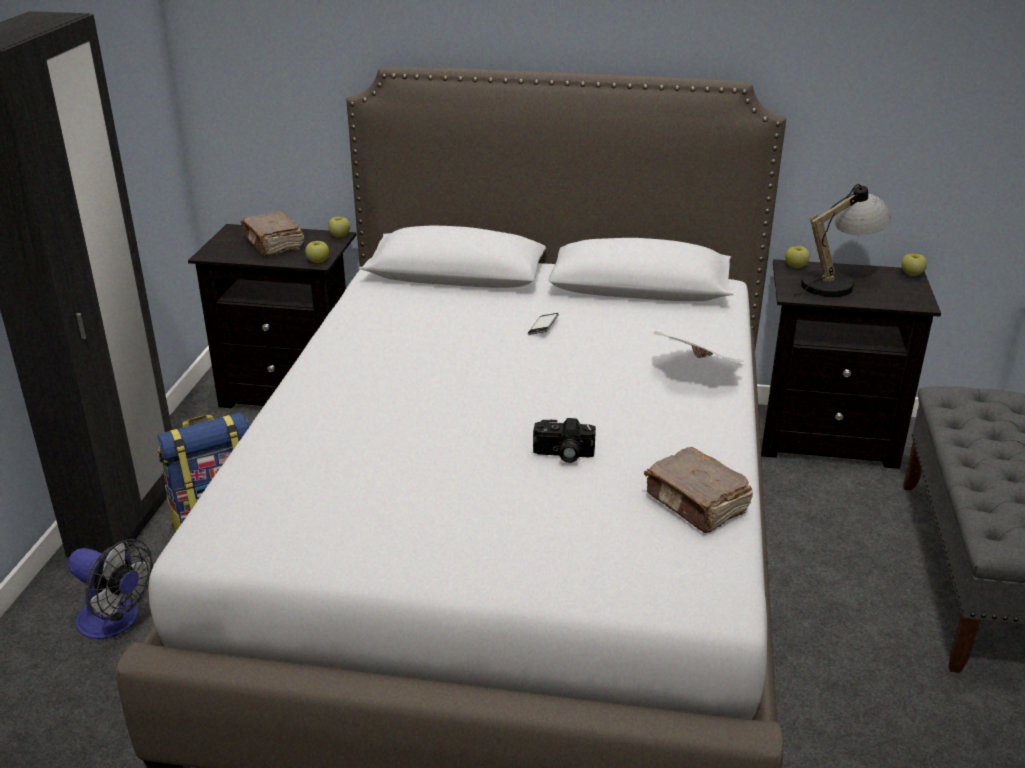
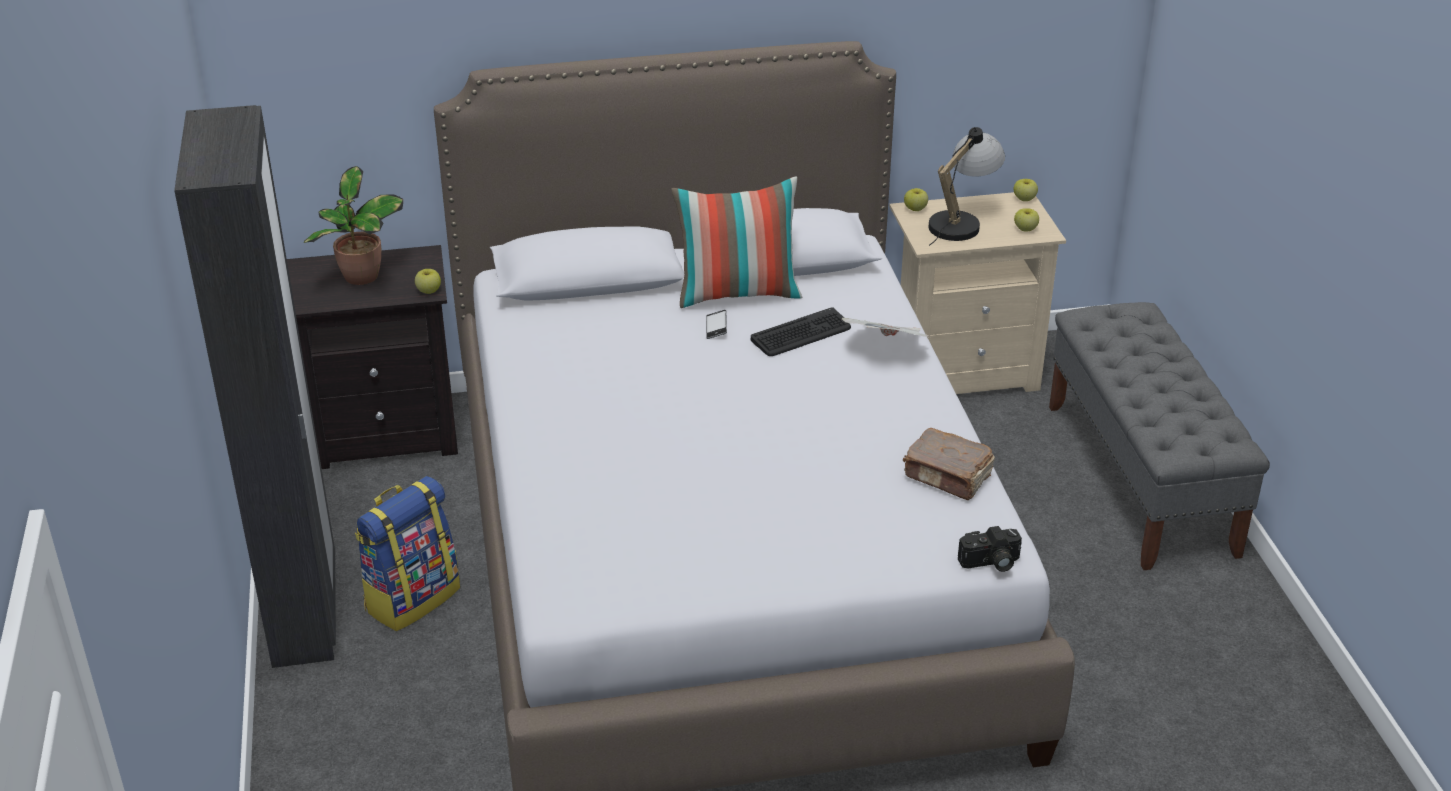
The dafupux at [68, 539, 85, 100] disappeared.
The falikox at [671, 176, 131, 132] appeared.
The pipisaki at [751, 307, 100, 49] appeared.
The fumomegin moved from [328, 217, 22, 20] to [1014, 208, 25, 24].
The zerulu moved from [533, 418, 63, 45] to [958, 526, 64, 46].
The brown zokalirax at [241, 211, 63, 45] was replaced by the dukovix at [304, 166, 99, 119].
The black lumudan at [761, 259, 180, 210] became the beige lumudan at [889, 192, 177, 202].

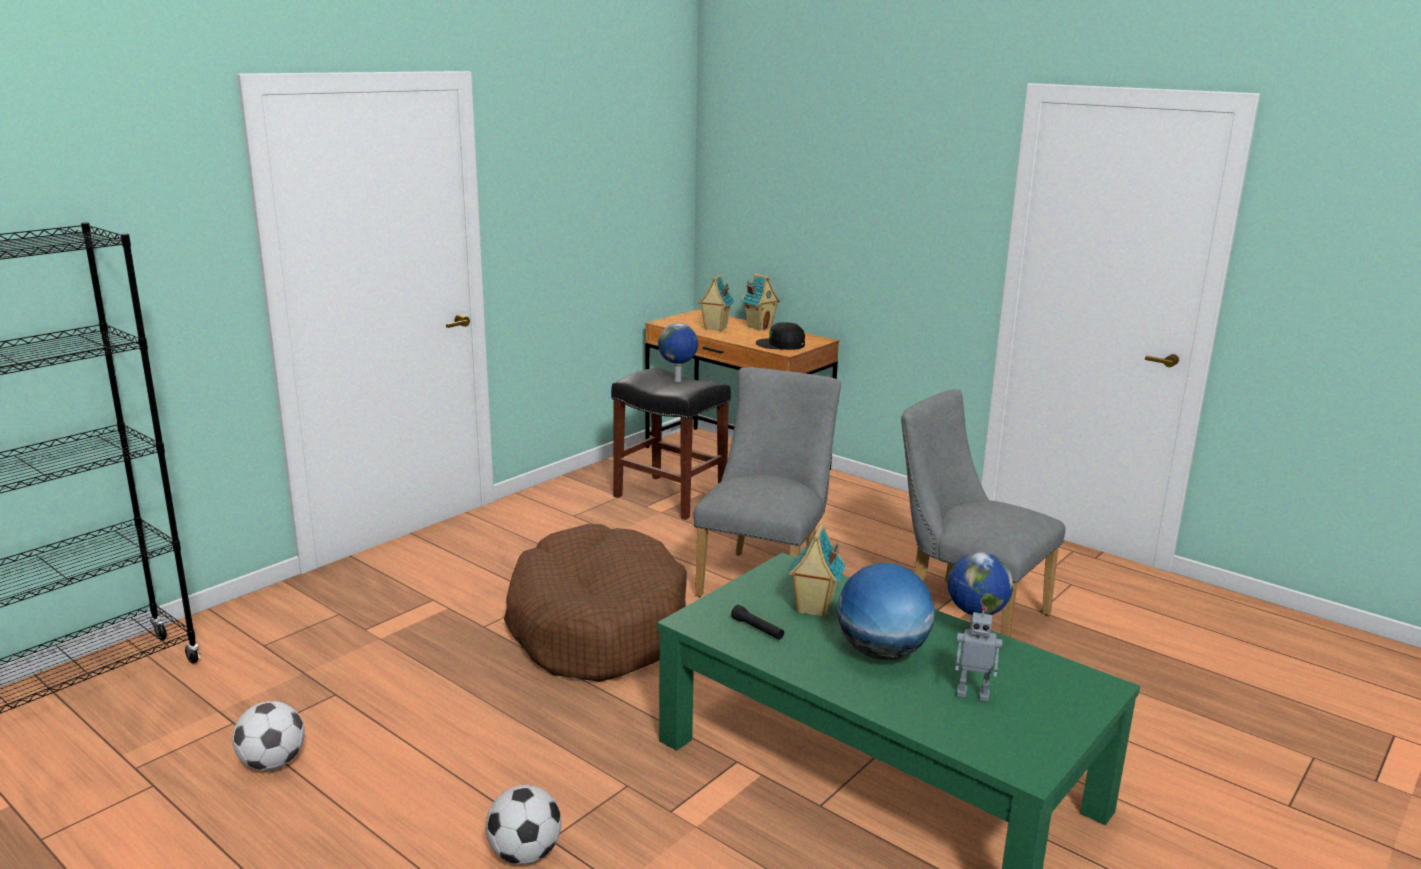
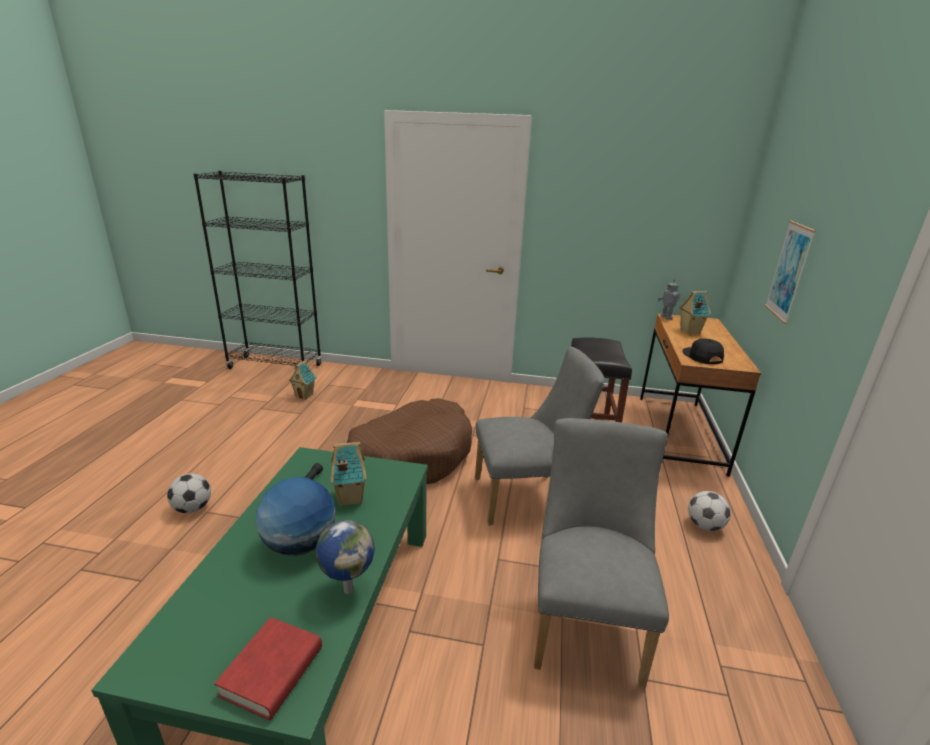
The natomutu at [658, 323, 40, 59] disappeared.
The red zokalirax at [214, 617, 108, 103] appeared.
The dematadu at [765, 221, 51, 103] appeared.
The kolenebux moved from [232, 701, 73, 70] to [688, 491, 43, 40].
The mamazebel moved from [741, 273, 39, 57] to [289, 360, 27, 40].
The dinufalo moved from [955, 606, 48, 96] to [657, 279, 23, 41].

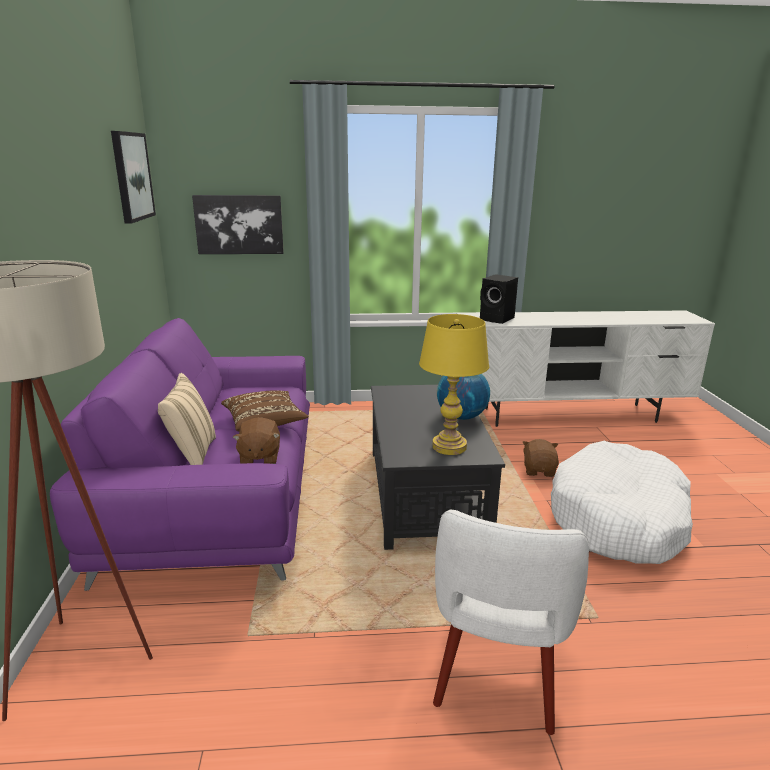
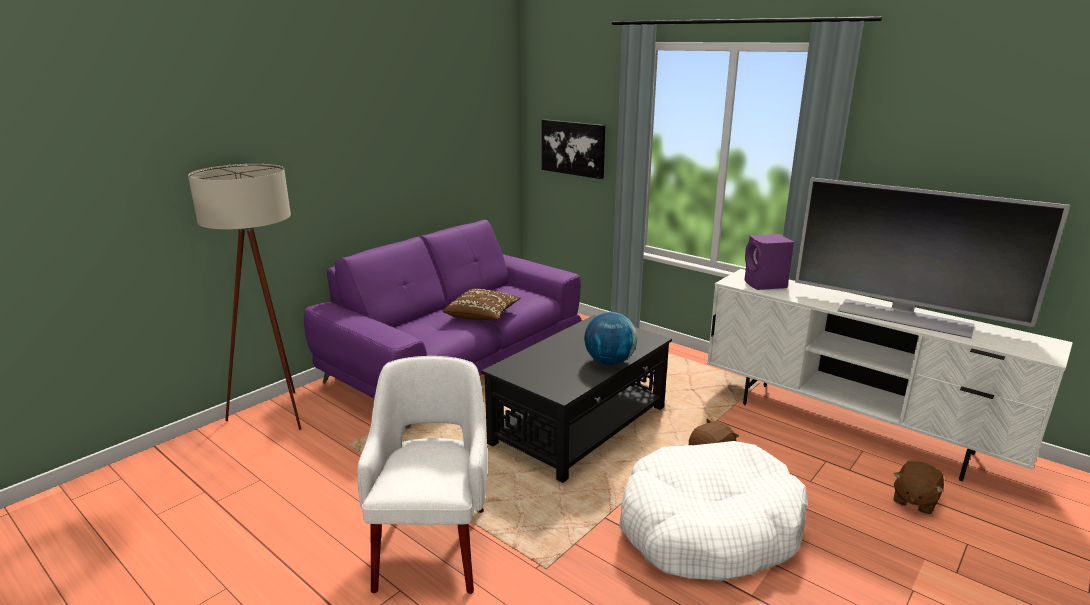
The dematadu at [111, 131, 45, 93] disappeared.
The beige falikox at [158, 373, 58, 92] disappeared.
The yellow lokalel at [419, 314, 70, 141] disappeared.
The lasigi at [795, 177, 275, 162] appeared.
The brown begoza moved from [233, 417, 47, 47] to [894, 461, 50, 54].
The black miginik at [480, 274, 38, 50] became the purple miginik at [744, 234, 50, 56].
The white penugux at [433, 510, 156, 225] turned 120 degrees clockwise.

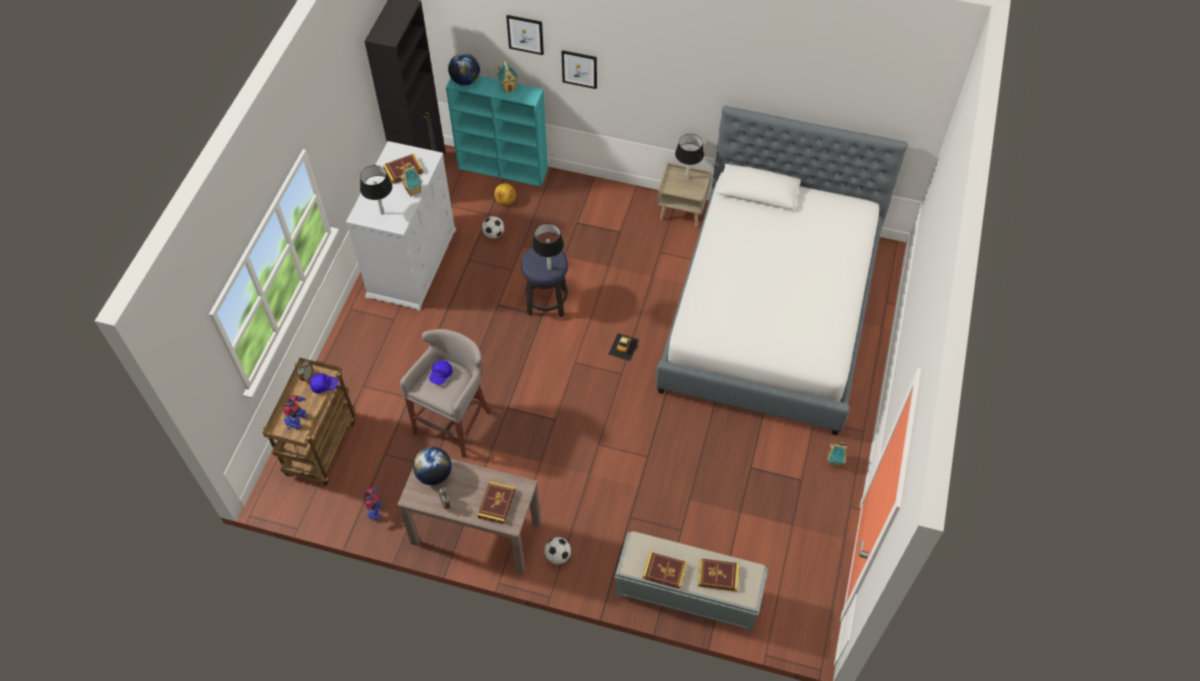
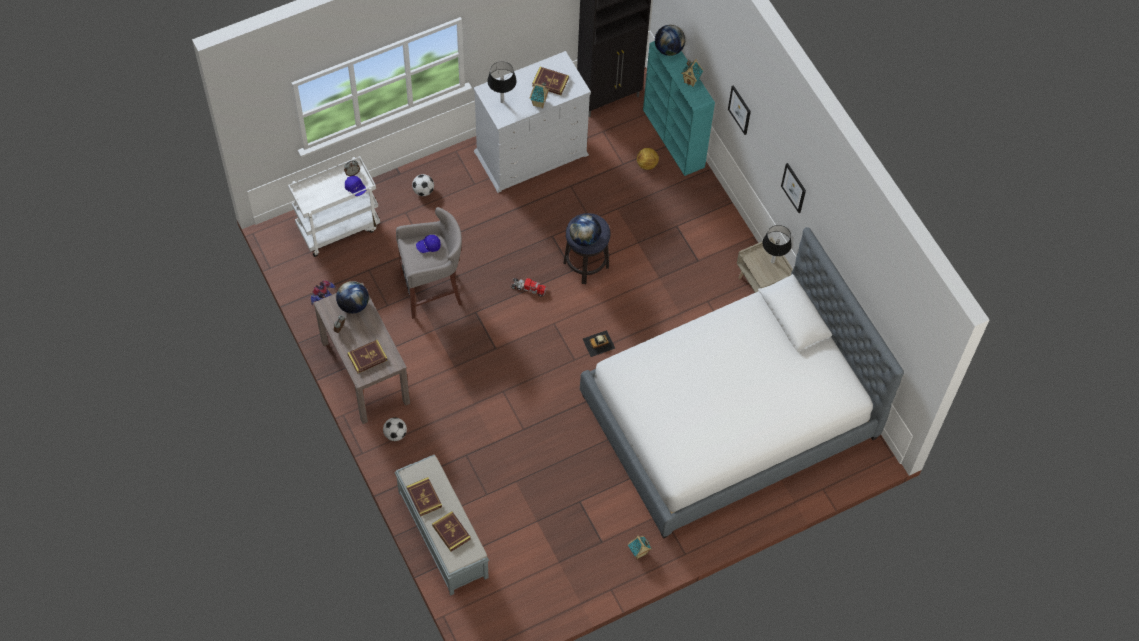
The dinufalo at [283, 395, 24, 35] disappeared.
The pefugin at [510, 278, 37, 19] appeared.
The kolenebux moved from [482, 216, 22, 23] to [412, 174, 22, 22].
The dematadu moved from [506, 15, 38, 40] to [781, 163, 25, 50].
The black lokalel at [532, 223, 32, 47] was replaced by the natomutu at [570, 215, 31, 31].
The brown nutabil at [262, 358, 93, 127] became the white nutabil at [288, 156, 92, 101].

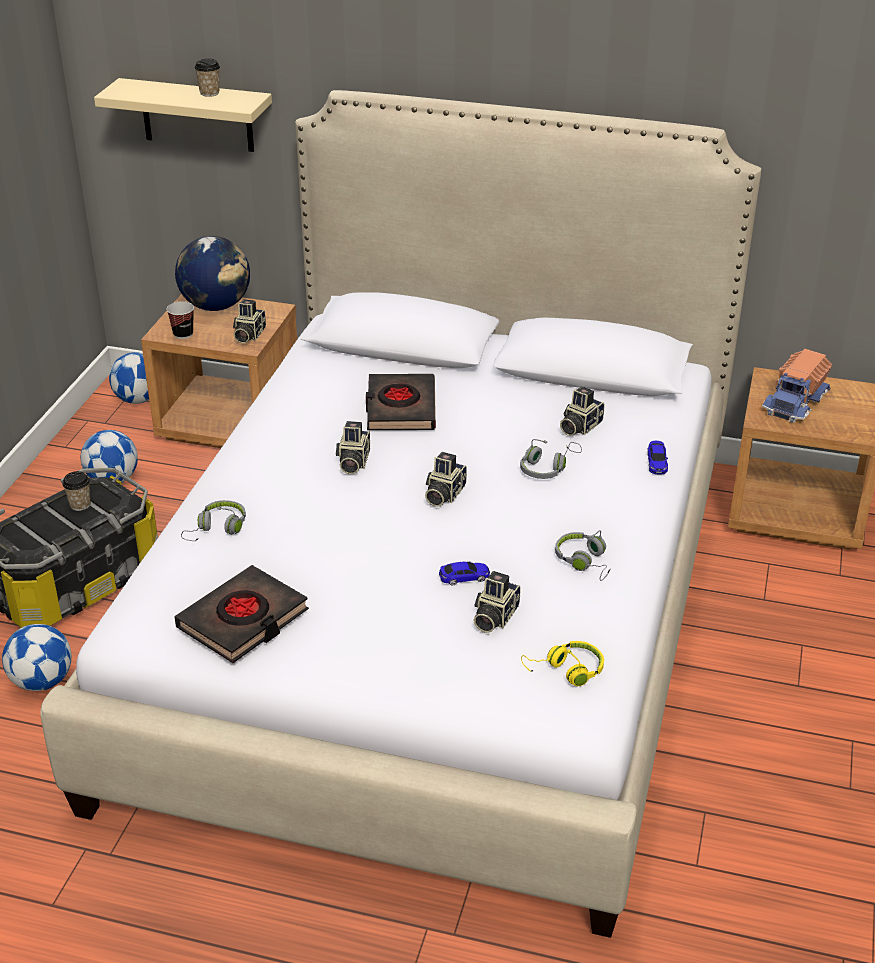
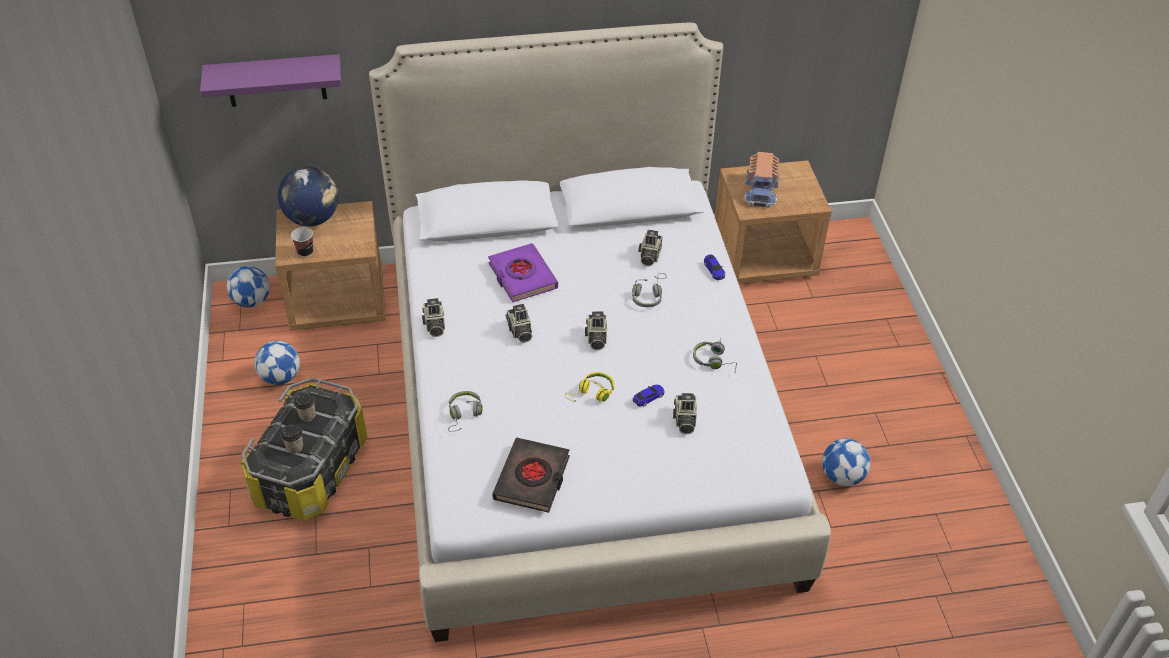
The kolenebux moved from [2, 624, 70, 67] to [822, 439, 48, 47].
The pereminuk moved from [195, 59, 25, 38] to [281, 424, 22, 30].
The zerulu moved from [233, 299, 33, 44] to [422, 298, 23, 39].
The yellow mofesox moved from [521, 641, 83, 45] to [565, 372, 49, 30].
The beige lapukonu at [94, 78, 178, 74] became the purple lapukonu at [200, 54, 141, 53].
The black zokalirax at [366, 374, 70, 56] became the purple zokalirax at [488, 243, 70, 59].

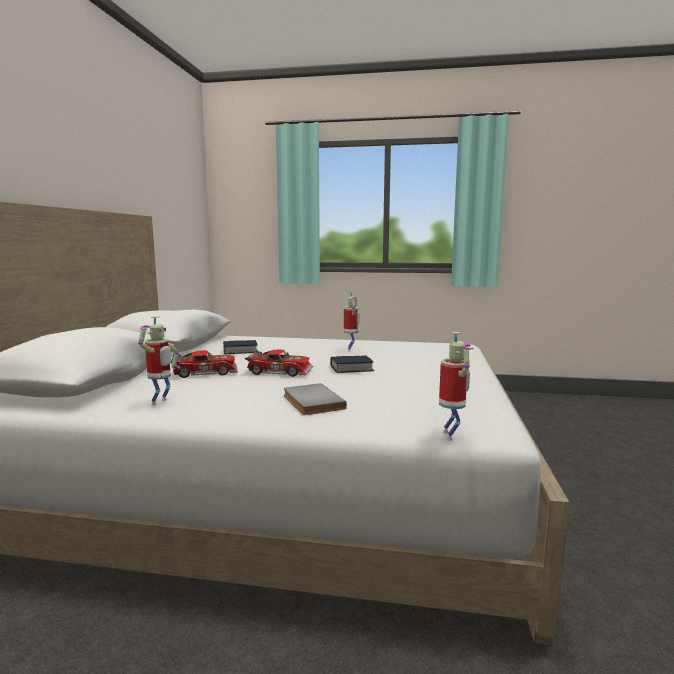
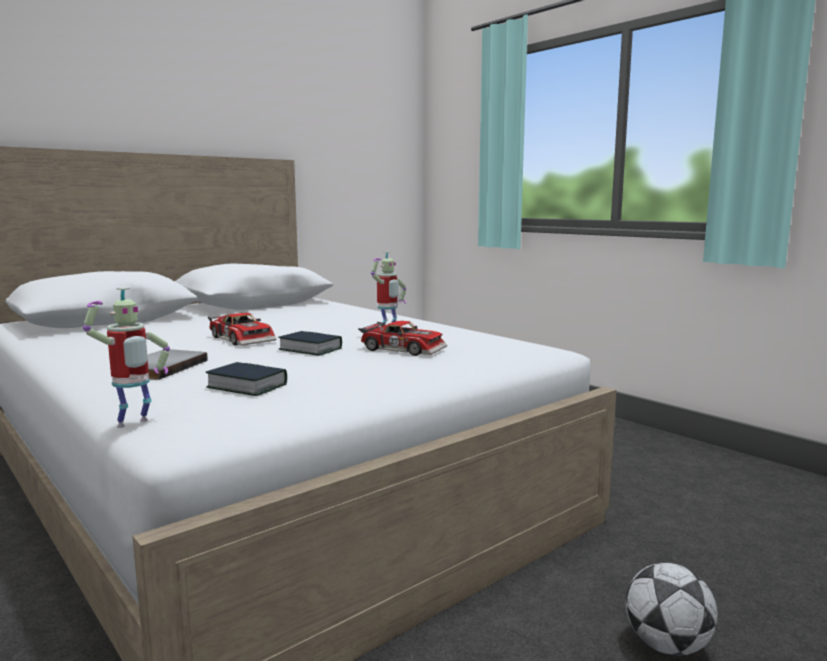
The dinufalo at [138, 316, 42, 90] disappeared.
The kolenebux at [626, 563, 92, 93] appeared.
The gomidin moved from [171, 350, 67, 28] to [358, 321, 89, 35].
The zokalirax moved from [223, 340, 35, 14] to [206, 362, 81, 34].

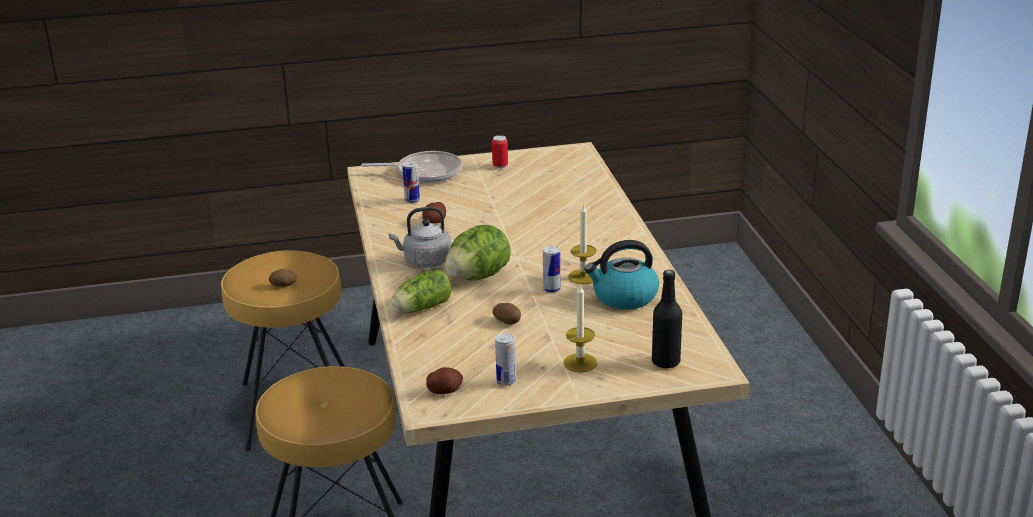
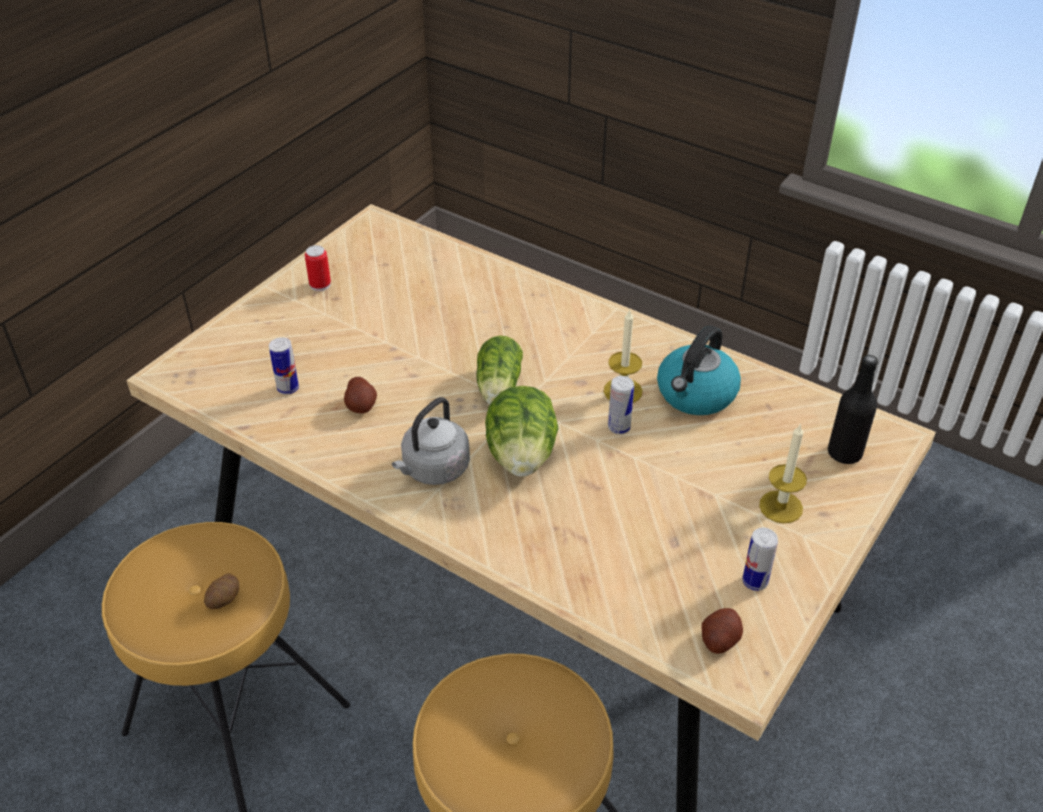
The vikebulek at [361, 151, 101, 32] disappeared.
The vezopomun at [493, 303, 28, 22] disappeared.
The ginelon moved from [390, 270, 61, 43] to [476, 336, 47, 68].

